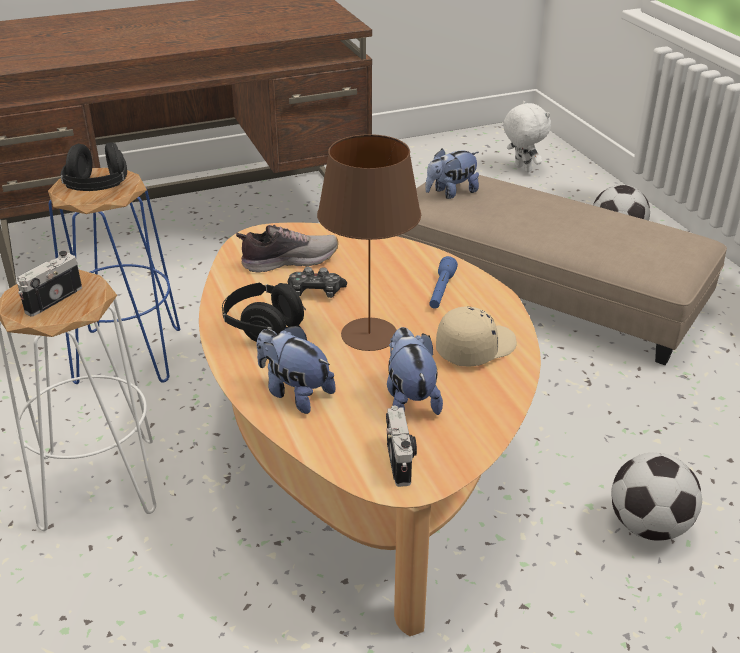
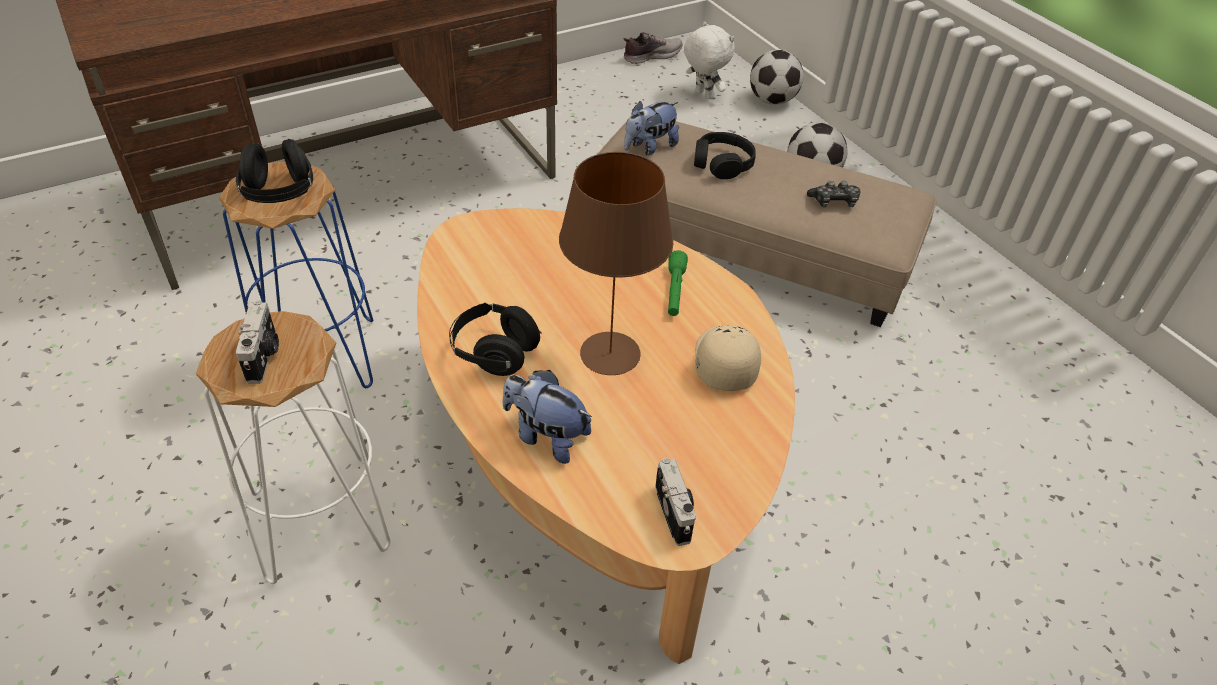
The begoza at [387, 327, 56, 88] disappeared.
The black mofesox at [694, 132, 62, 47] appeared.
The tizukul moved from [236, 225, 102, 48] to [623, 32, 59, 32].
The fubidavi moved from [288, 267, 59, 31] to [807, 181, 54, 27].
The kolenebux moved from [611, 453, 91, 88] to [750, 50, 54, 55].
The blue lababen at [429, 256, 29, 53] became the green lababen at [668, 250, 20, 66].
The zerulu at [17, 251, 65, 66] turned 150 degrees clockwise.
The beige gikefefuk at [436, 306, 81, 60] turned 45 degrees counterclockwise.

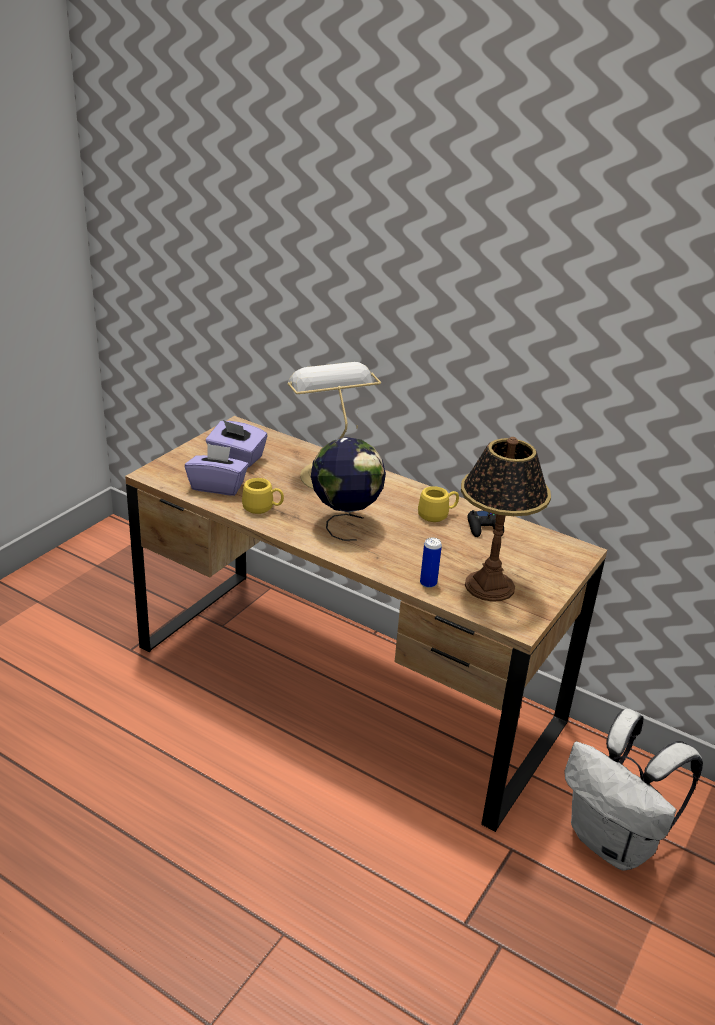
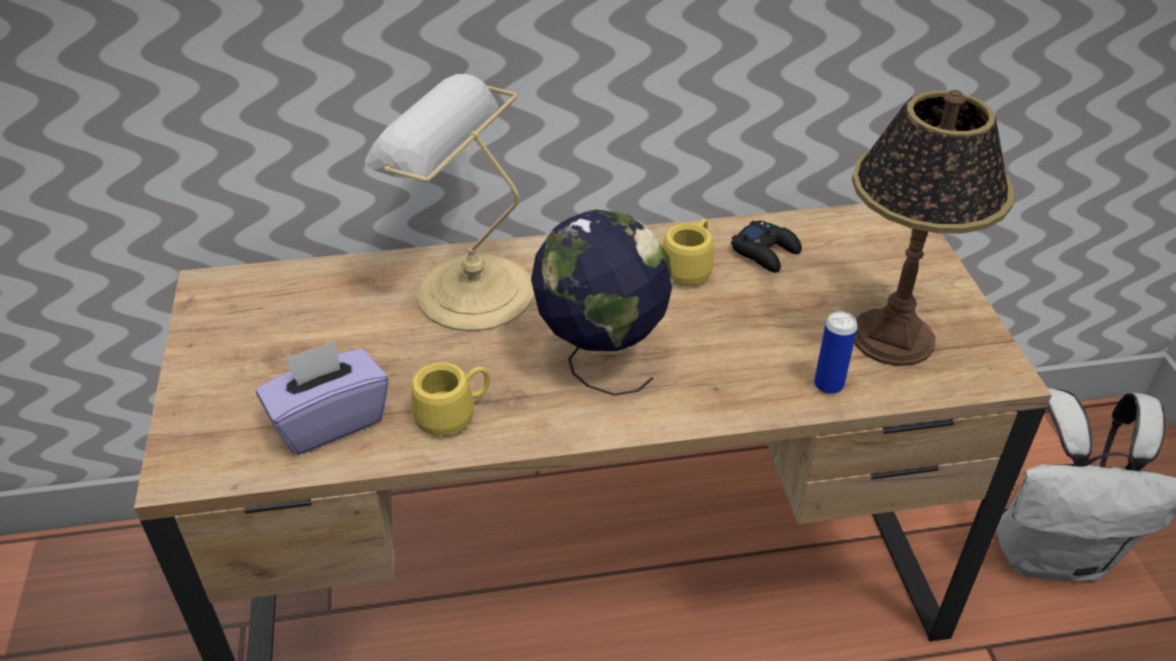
The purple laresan at [206, 420, 61, 47] disappeared.

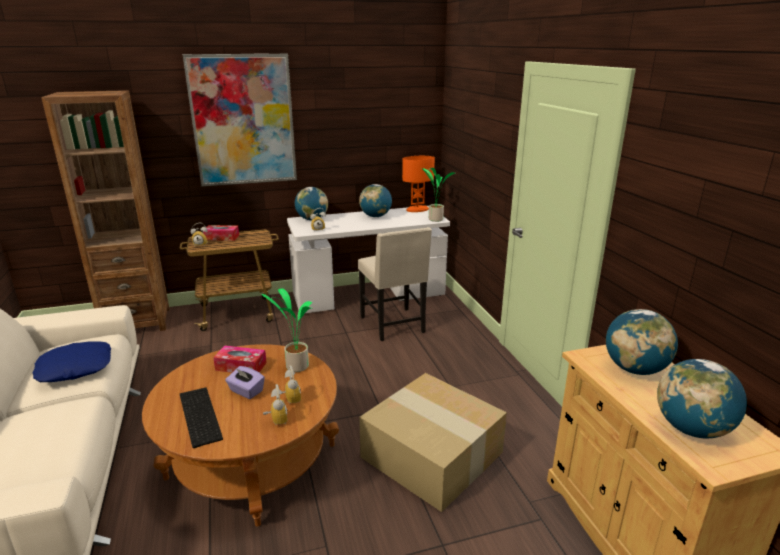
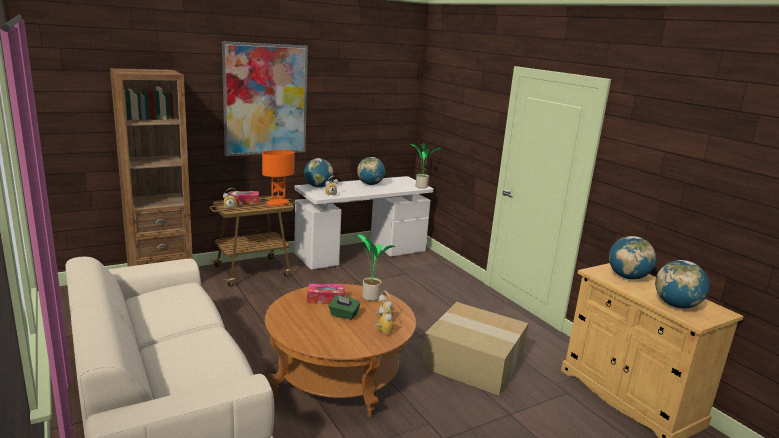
The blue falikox at [33, 342, 78, 40] disappeared.
The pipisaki at [180, 388, 43, 60] disappeared.
The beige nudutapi at [358, 227, 74, 114] disappeared.
The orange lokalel moved from [402, 156, 33, 56] to [262, 150, 33, 56].
The purple laresan at [225, 366, 40, 33] became the green laresan at [328, 296, 32, 24].

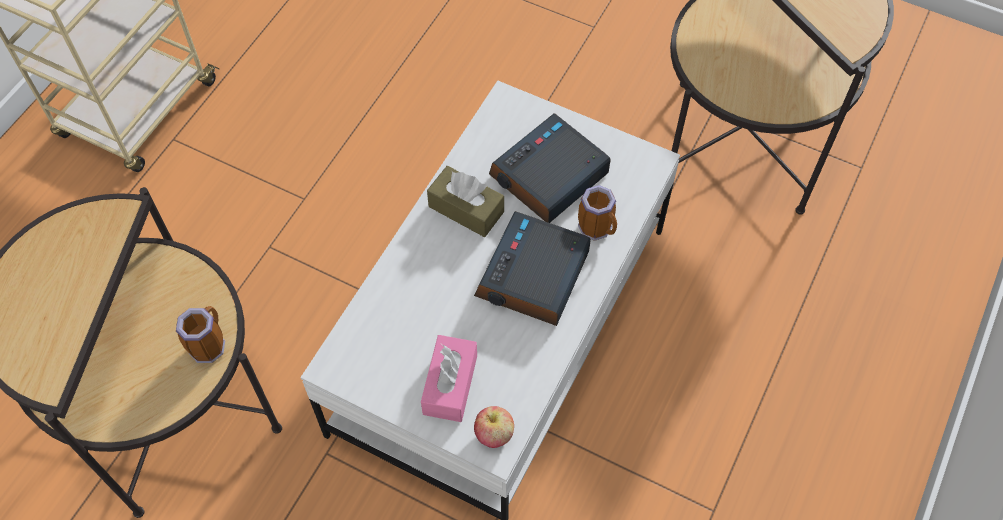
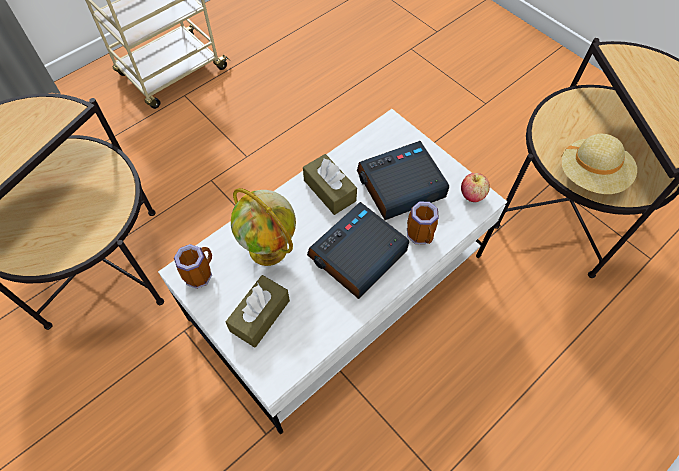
The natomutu at [231, 188, 65, 78] appeared.
The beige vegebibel at [561, 134, 76, 60] appeared.
The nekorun moved from [176, 306, 49, 57] to [174, 244, 38, 45].
The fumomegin moved from [474, 406, 40, 42] to [461, 173, 29, 29].
The pink laresan at [421, 335, 56, 87] became the brown laresan at [226, 275, 64, 73].

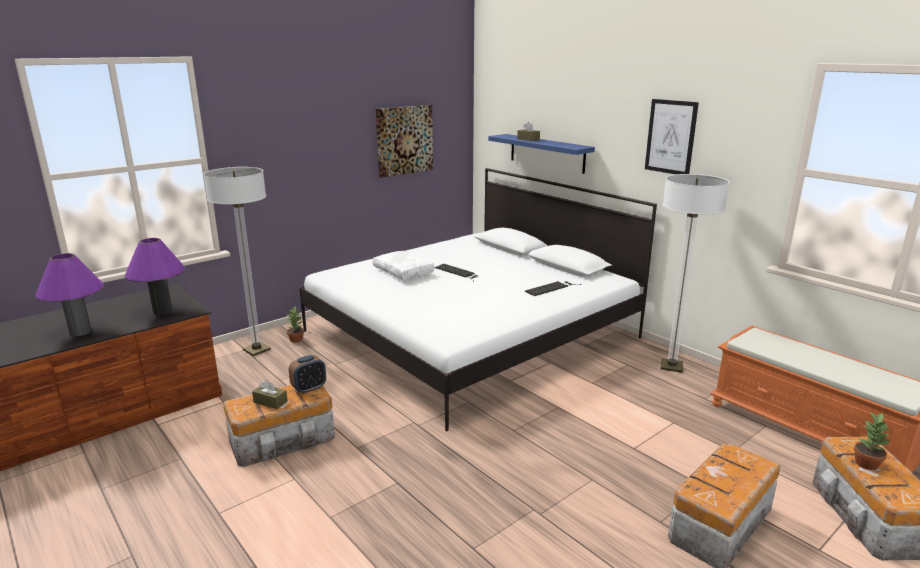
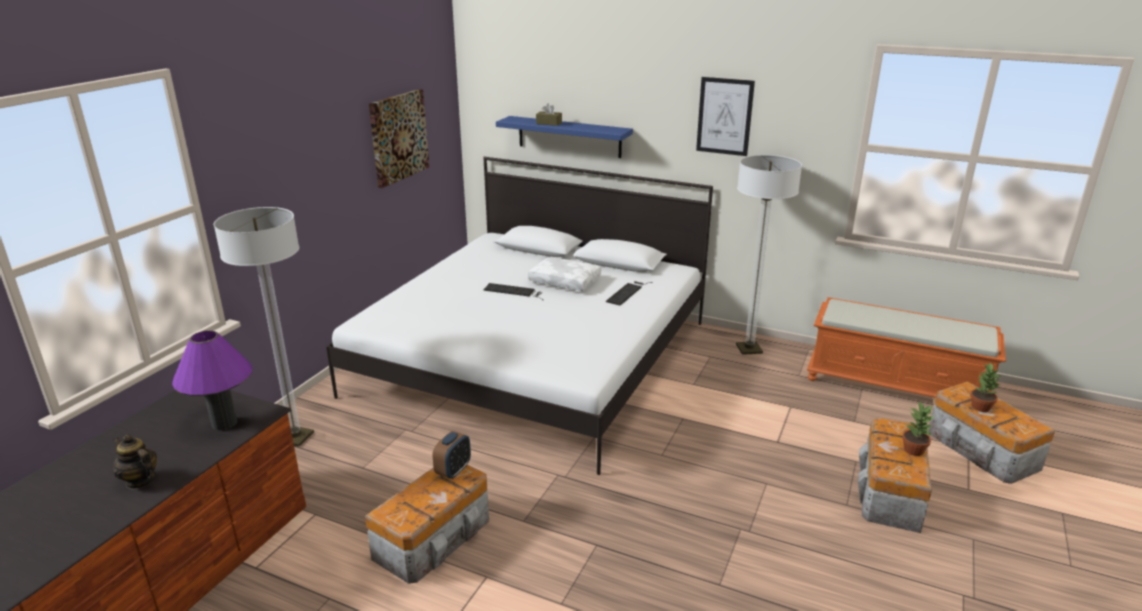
The brown laresan at [252, 380, 36, 29] disappeared.
The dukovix moved from [287, 305, 17, 38] to [902, 401, 31, 55].
The white falikox moved from [372, 251, 62, 29] to [528, 257, 73, 34].
The purple lokalel at [35, 253, 69, 83] was replaced by the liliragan at [113, 435, 44, 54].

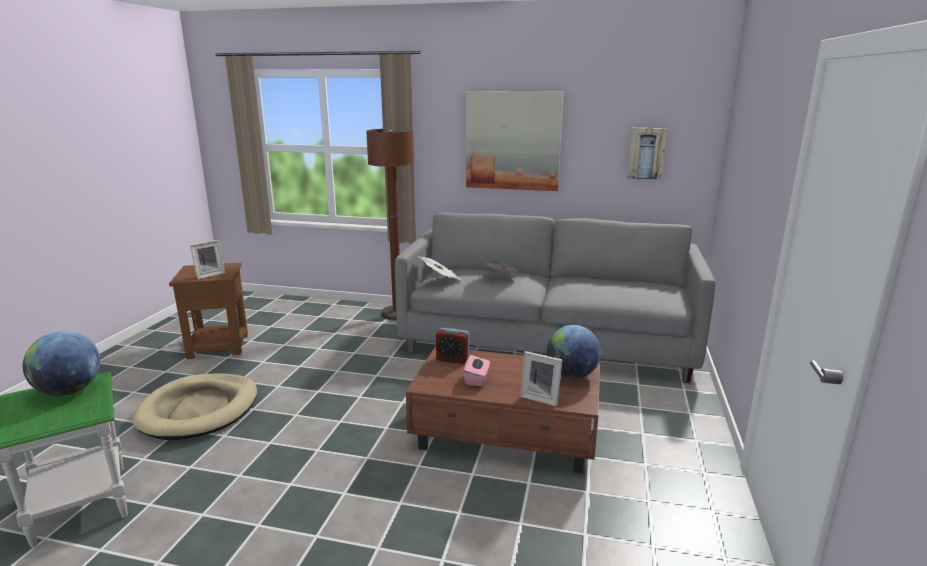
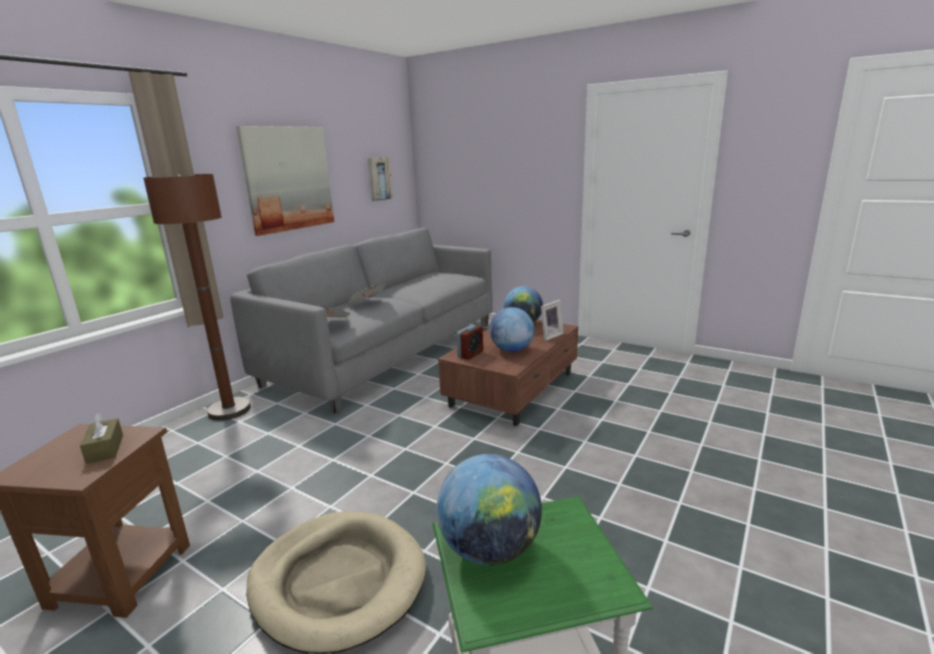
The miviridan at [190, 240, 35, 39] was replaced by the brown laresan at [80, 413, 43, 51].
The pink laresan at [464, 353, 26, 33] was replaced by the natomutu at [489, 307, 45, 45].

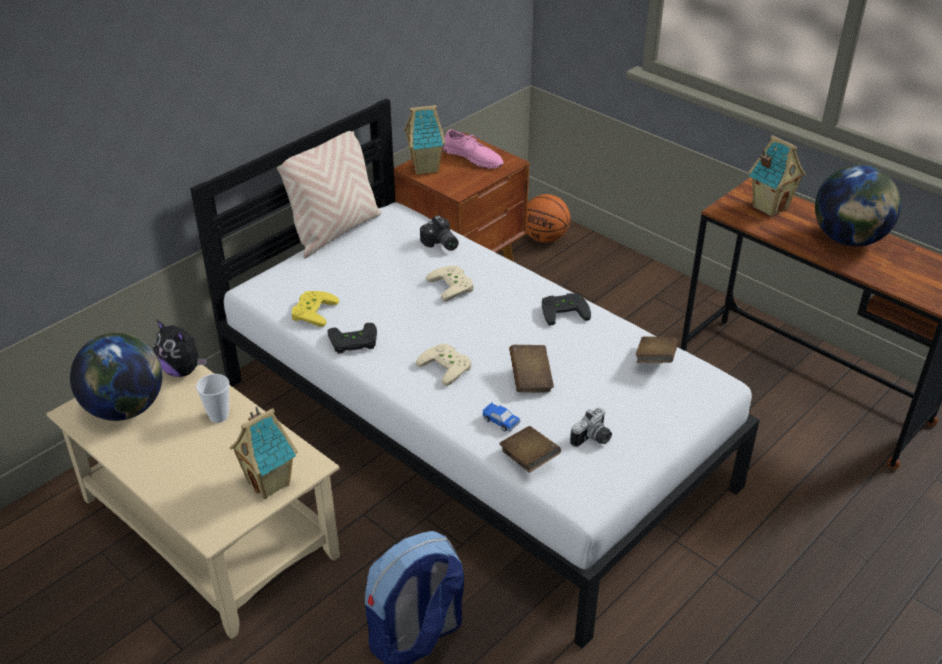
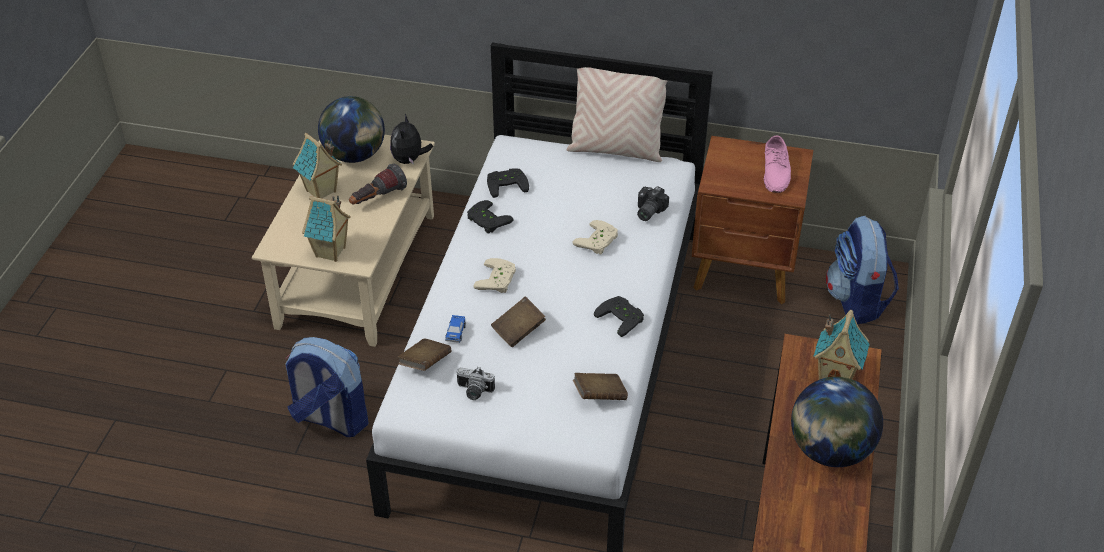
The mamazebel moved from [404, 104, 41, 71] to [293, 133, 49, 65].
The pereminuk at [196, 374, 33, 49] was replaced by the lababen at [349, 163, 58, 42].
The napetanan at [527, 194, 43, 49] was replaced by the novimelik at [826, 216, 73, 108].
The yellow fubidavi at [292, 291, 47, 36] became the black fubidavi at [487, 168, 42, 30].

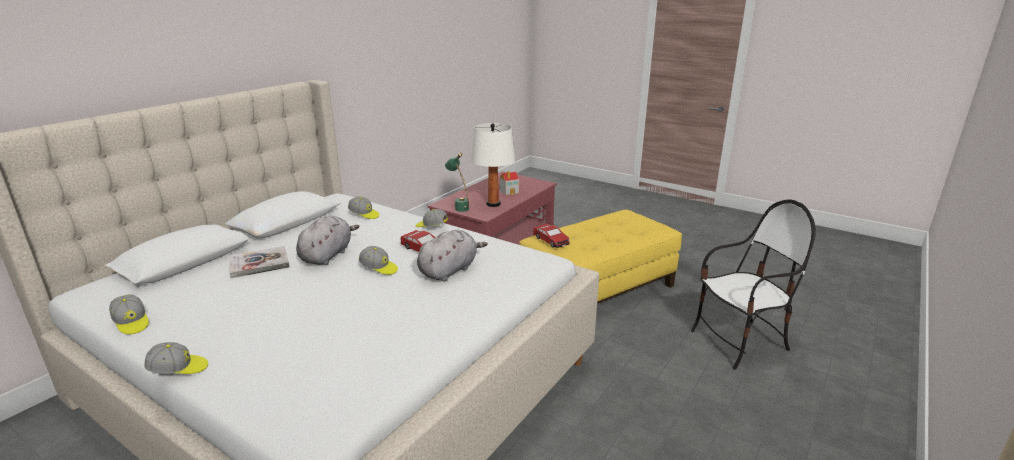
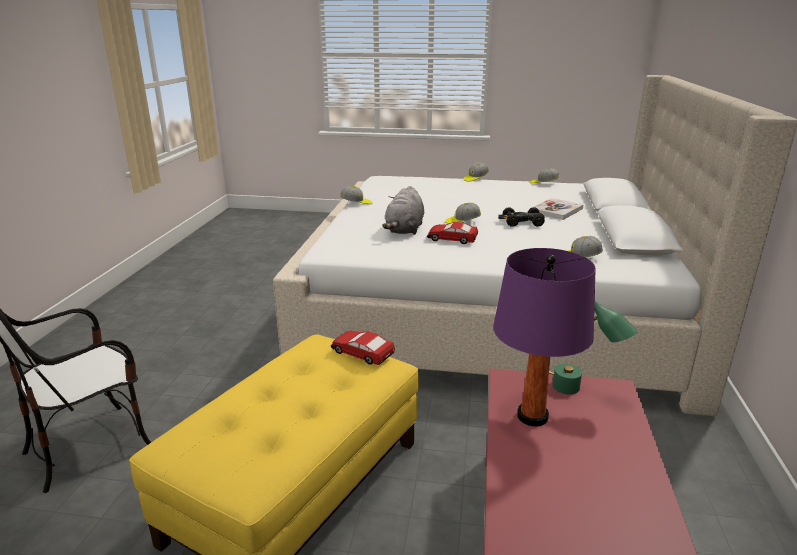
The mamazebel at [500, 171, 19, 24] disappeared.
The gikefefuk moved from [415, 209, 33, 18] to [340, 186, 33, 18].
The grey begoza at [296, 216, 63, 49] was replaced by the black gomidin at [498, 207, 47, 20].
The white lokalel at [471, 123, 44, 84] became the purple lokalel at [493, 248, 103, 178].

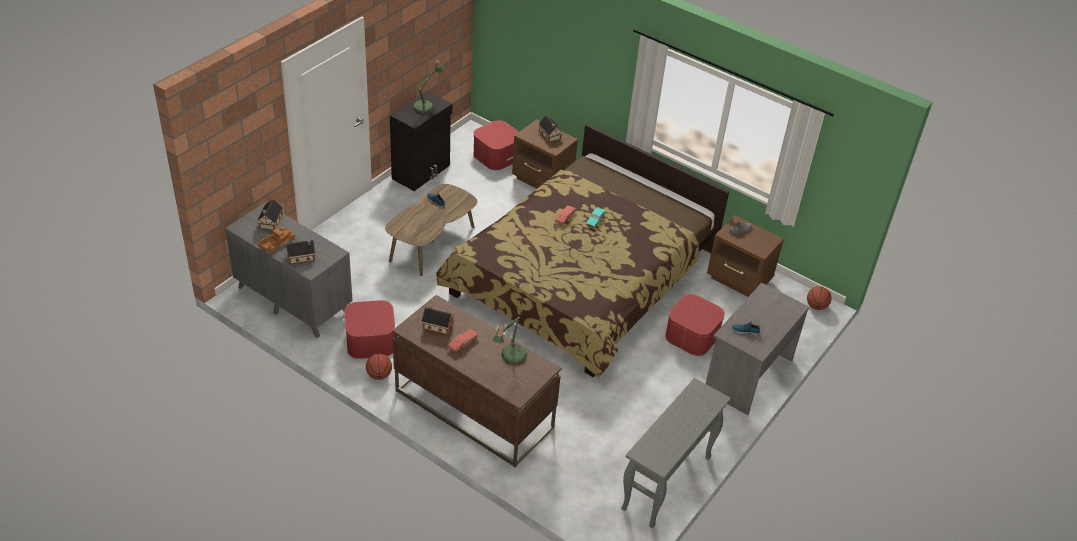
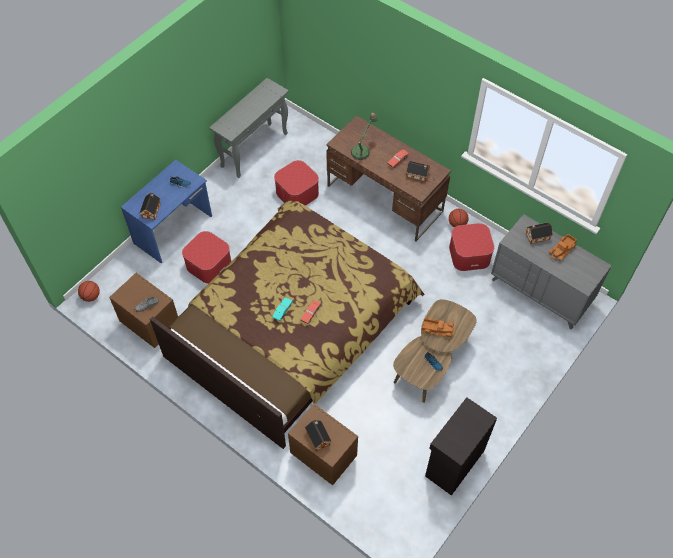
The lokalel at [413, 61, 31, 53] disappeared.
The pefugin at [422, 318, 33, 19] appeared.
The mamazebel moved from [257, 199, 26, 31] to [140, 193, 20, 27].
The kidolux moved from [473, 120, 46, 50] to [274, 160, 45, 46].
The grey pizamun at [706, 283, 103, 132] became the blue pizamun at [121, 160, 91, 103].

